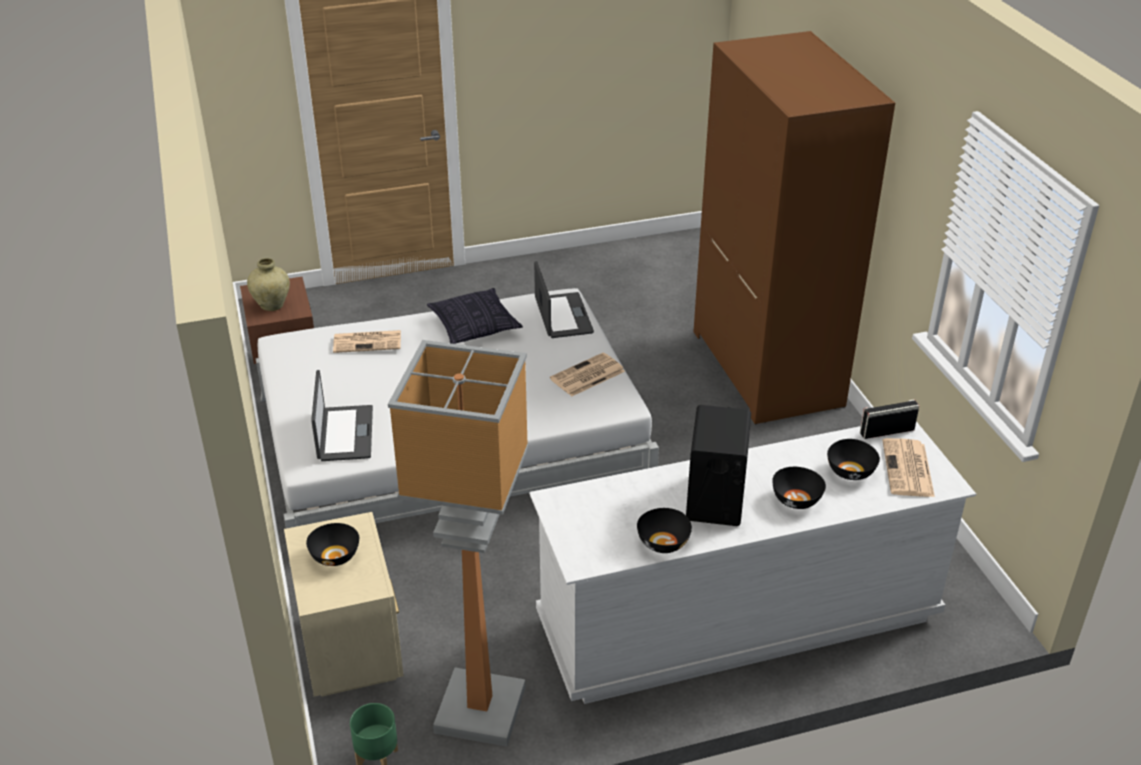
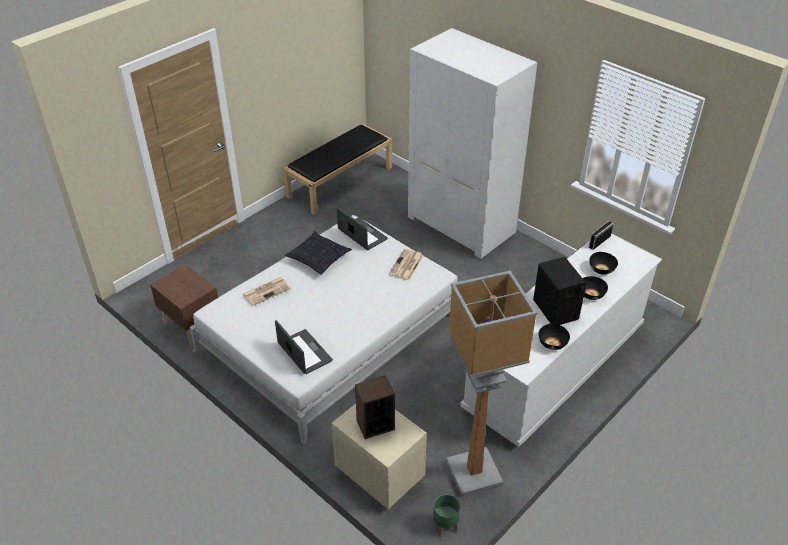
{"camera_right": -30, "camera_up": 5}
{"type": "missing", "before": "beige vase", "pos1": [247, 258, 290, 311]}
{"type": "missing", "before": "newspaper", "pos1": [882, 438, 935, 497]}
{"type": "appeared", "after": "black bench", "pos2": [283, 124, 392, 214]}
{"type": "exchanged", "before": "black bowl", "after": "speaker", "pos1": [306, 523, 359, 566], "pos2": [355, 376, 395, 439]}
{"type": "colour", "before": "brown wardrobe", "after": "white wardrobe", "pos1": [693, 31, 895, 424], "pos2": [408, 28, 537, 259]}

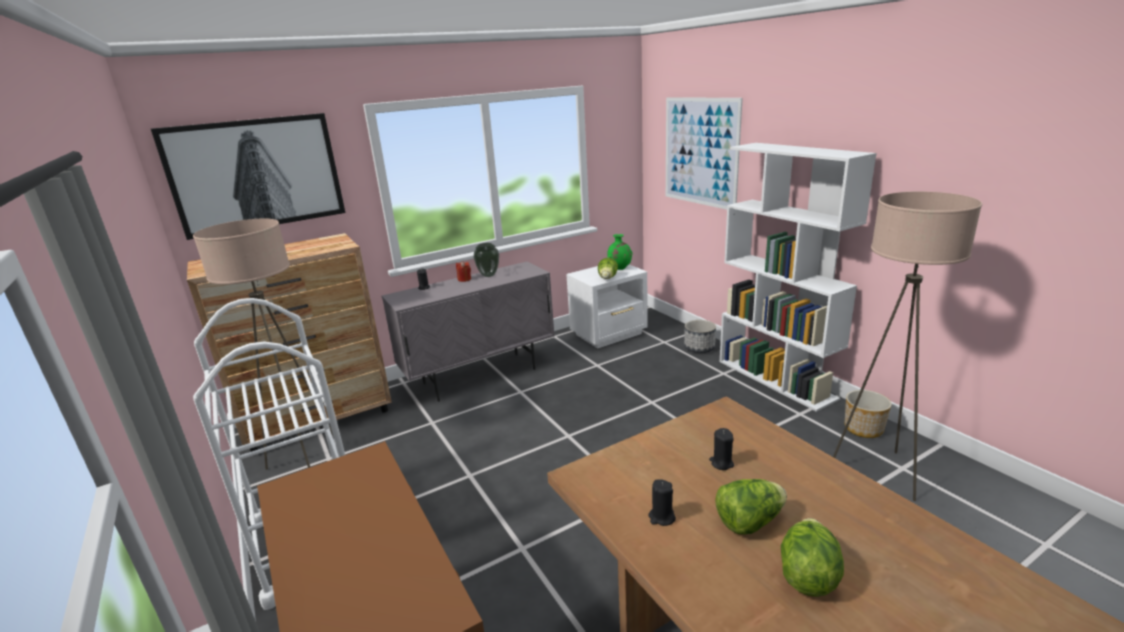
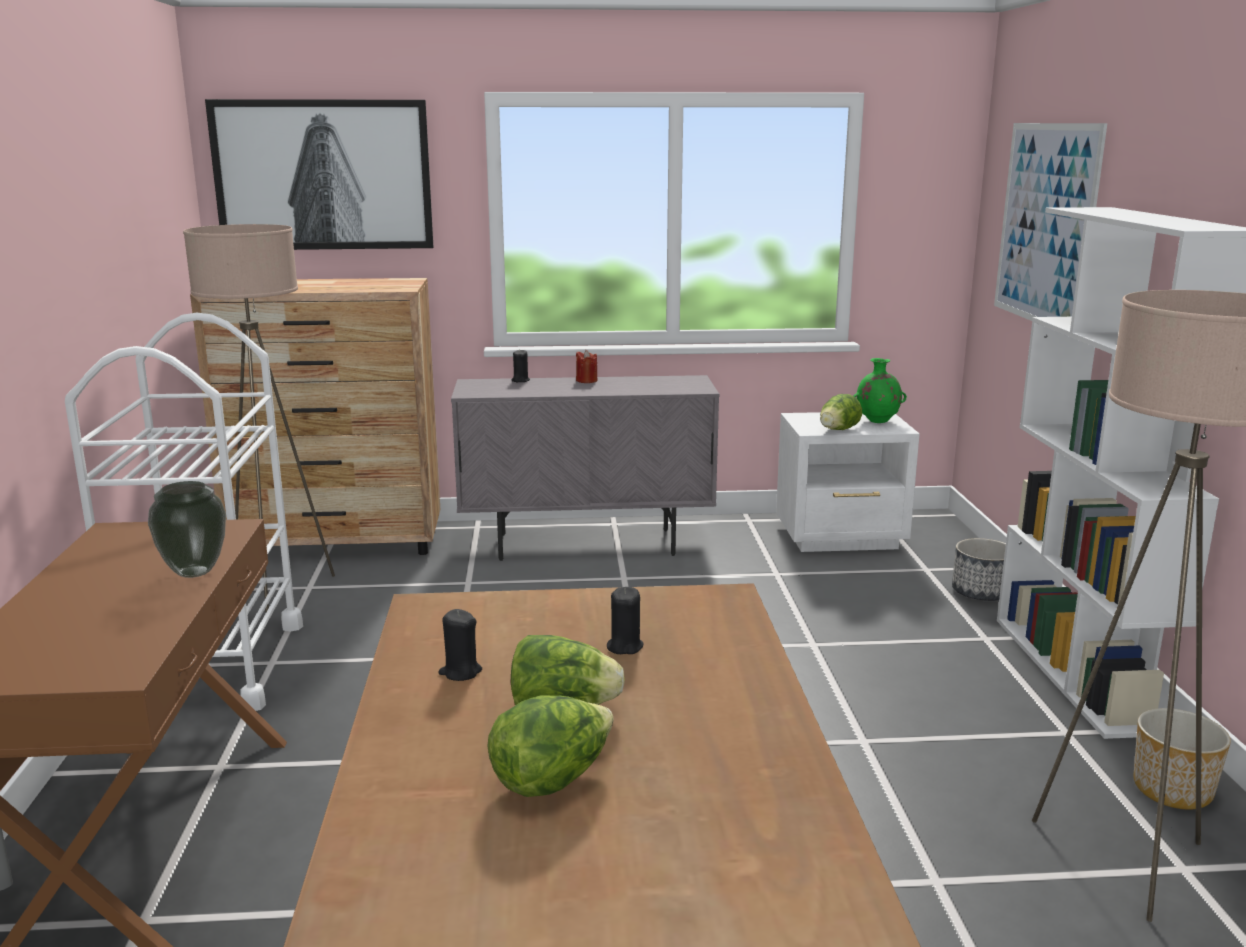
{"camera_right": 25, "camera_up": -5}
{"type": "relocated", "before": "vase", "pos1": [473, 243, 499, 277], "pos2": [148, 481, 226, 578]}

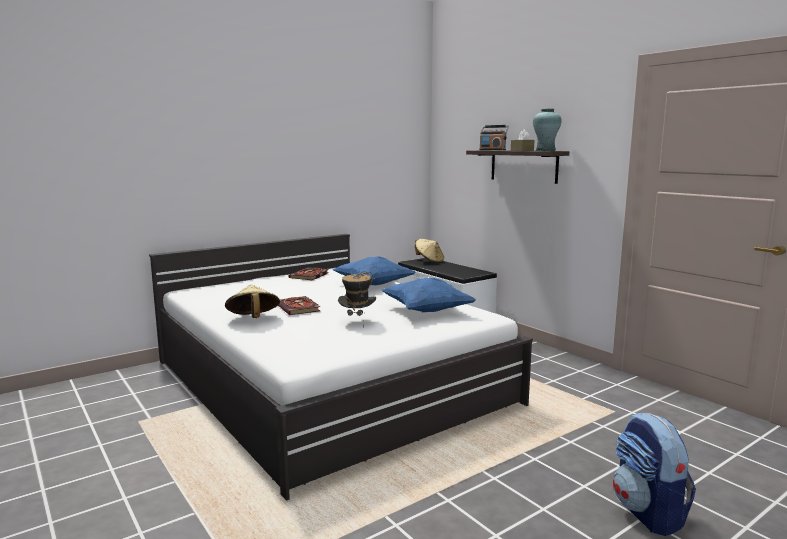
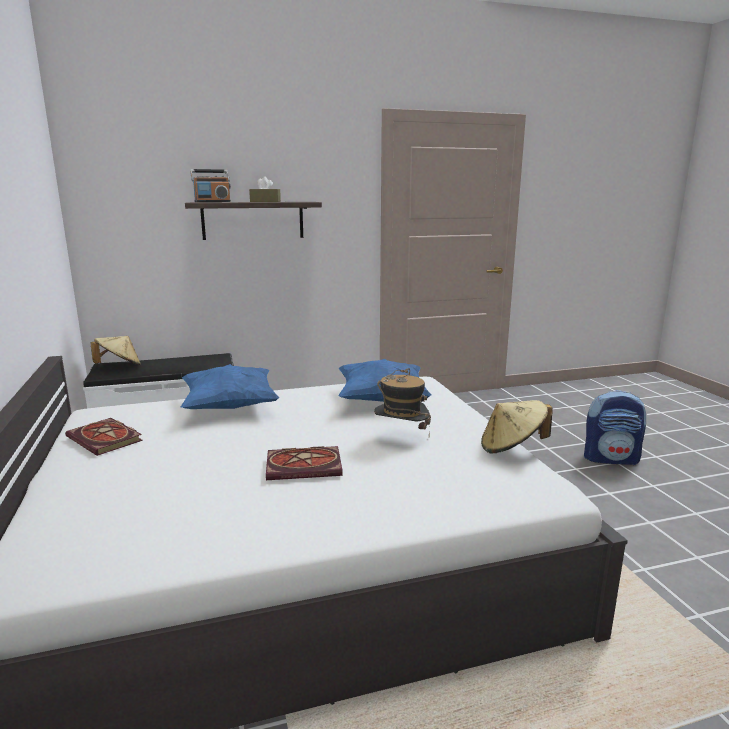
{"camera_right": -70, "camera_up": 5}
{"type": "missing", "before": "turquoise vase", "pos1": [533, 108, 562, 151]}
{"type": "relocated", "before": "beige hat", "pos1": [225, 285, 280, 318], "pos2": [481, 400, 553, 453]}

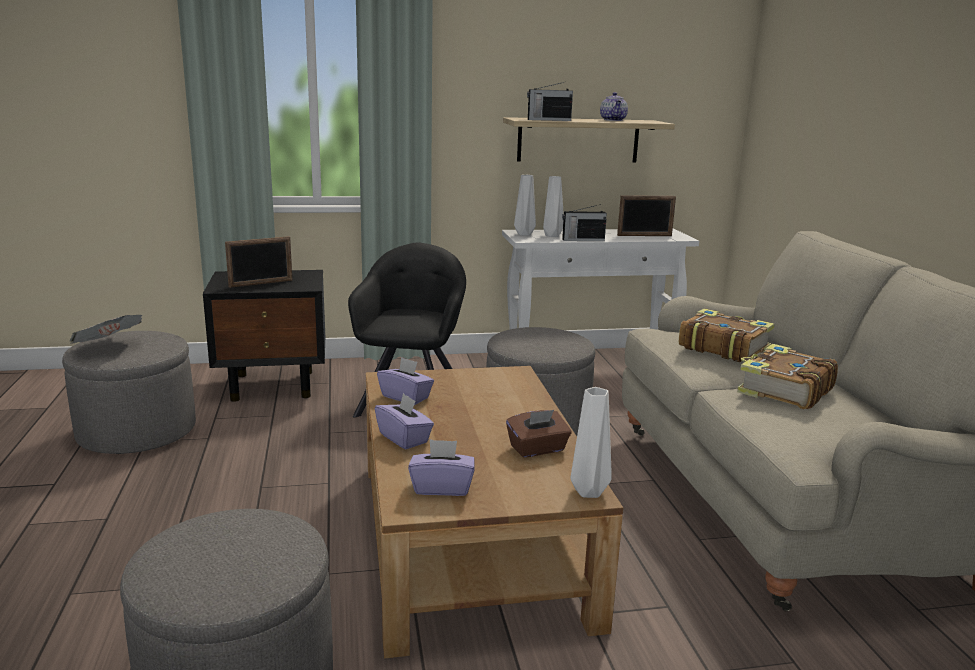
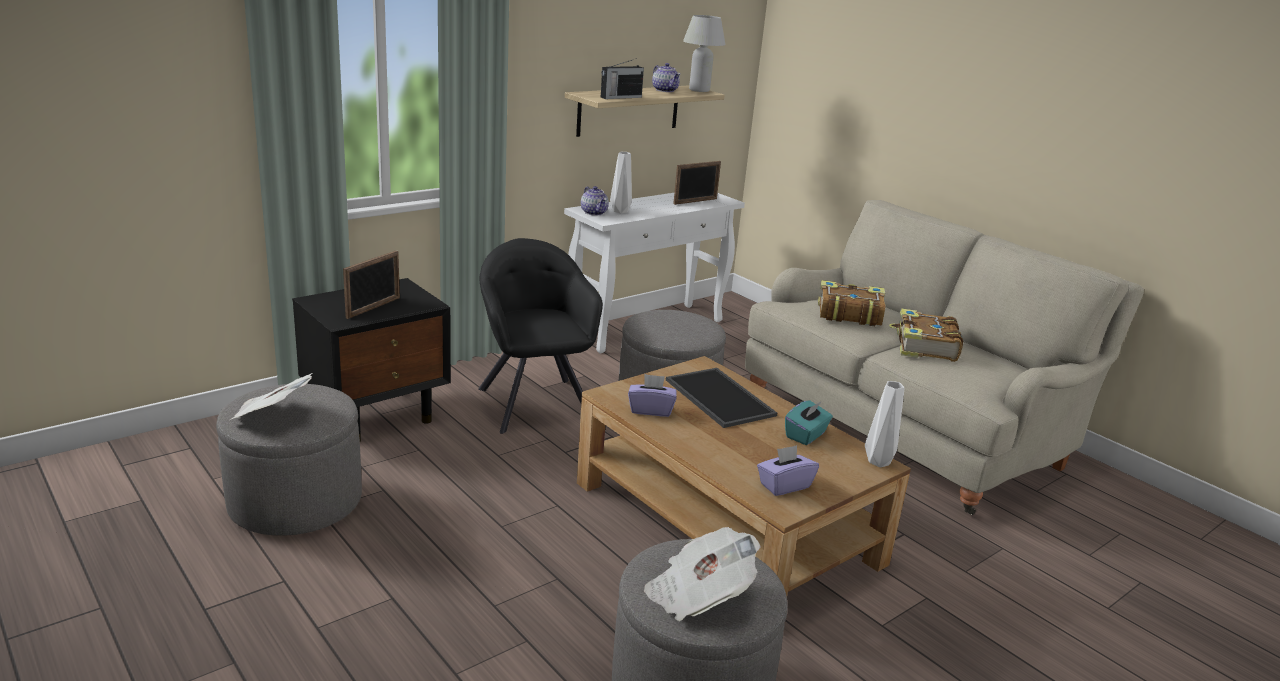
{"camera_right": -30, "camera_up": 5}
{"type": "missing", "before": "purple tissue box", "pos1": [375, 393, 434, 449]}
{"type": "missing", "before": "radio", "pos1": [562, 204, 607, 241]}
{"type": "appeared", "after": "newspaper", "pos2": [644, 527, 761, 621]}
{"type": "appeared", "after": "tray", "pos2": [666, 368, 777, 428]}
{"type": "appeared", "after": "white table lamp", "pos2": [683, 15, 726, 92]}
{"type": "exchanged", "before": "white vase", "after": "teapot", "pos1": [514, 175, 536, 236], "pos2": [581, 186, 609, 216]}
{"type": "colour", "before": "brown tissue box", "after": "turquoise tissue box", "pos1": [506, 410, 571, 458], "pos2": [785, 400, 833, 445]}

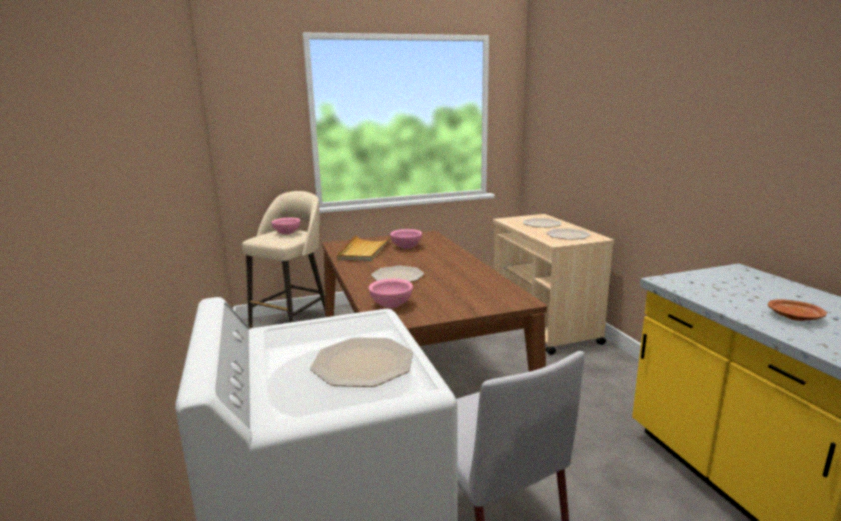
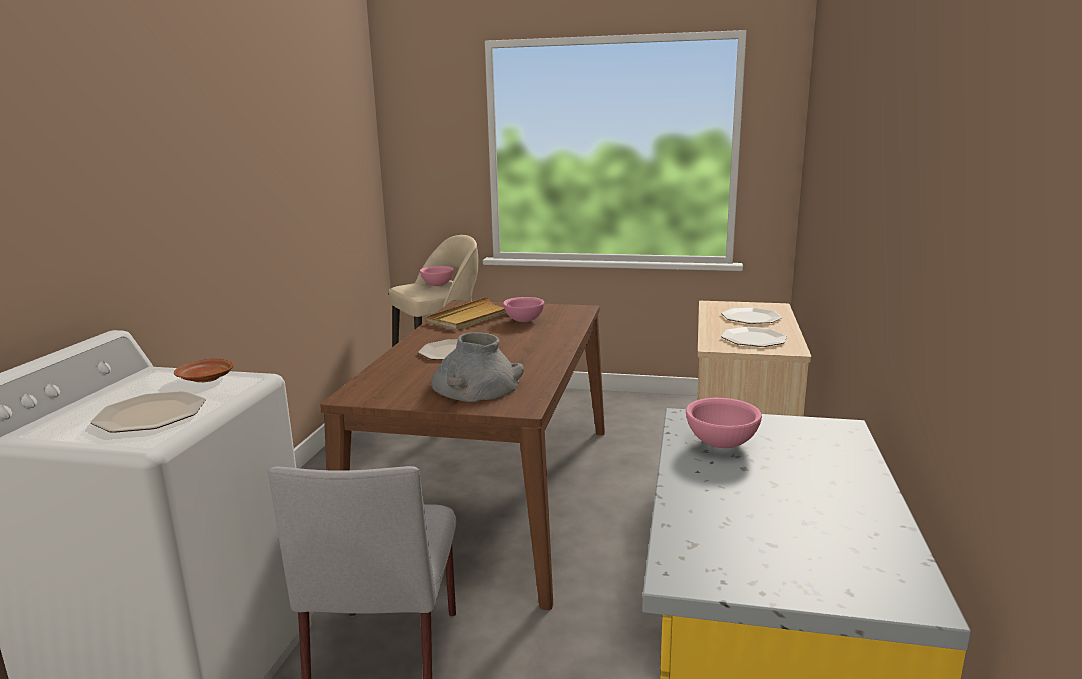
{"camera_right": 30, "camera_up": 0}
{"type": "appeared", "after": "grey vase", "pos2": [431, 332, 524, 402]}
{"type": "relocated", "before": "pink bowl", "pos1": [369, 279, 413, 308], "pos2": [686, 398, 762, 448]}
{"type": "relocated", "before": "brown plate", "pos1": [768, 300, 827, 321], "pos2": [174, 358, 234, 382]}

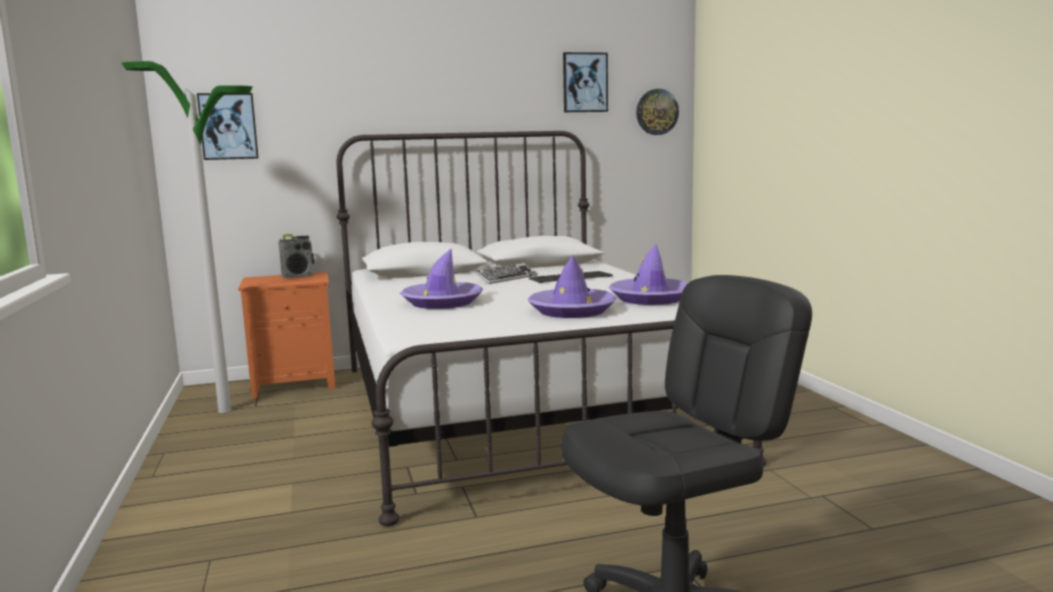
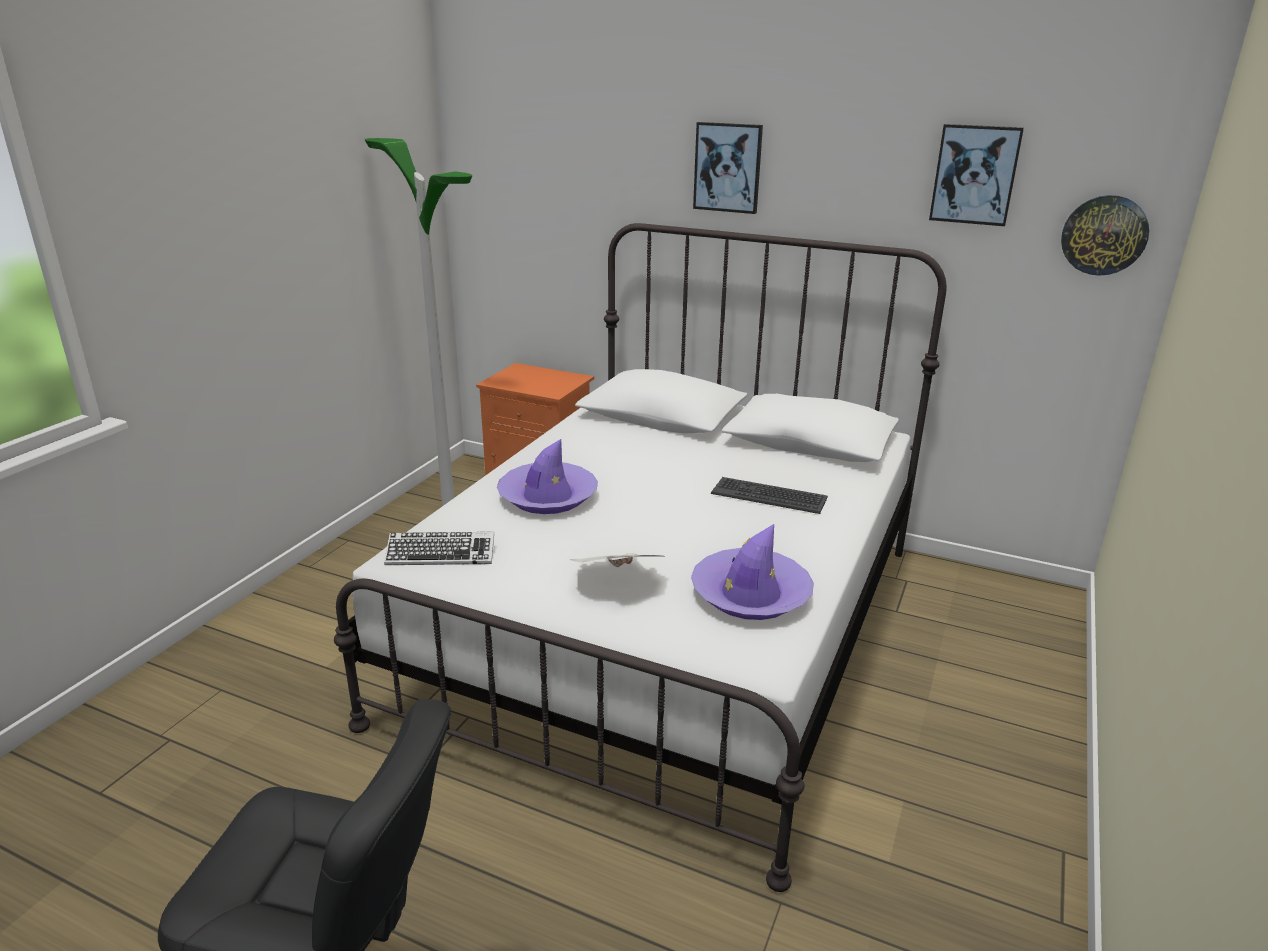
{"camera_right": 40, "camera_up": 15}
{"type": "missing", "before": "radio", "pos1": [279, 234, 314, 278]}
{"type": "relocated", "before": "picture", "pos1": [197, 93, 259, 160], "pos2": [693, 122, 763, 214]}
{"type": "relocated", "before": "keyboard", "pos1": [474, 263, 538, 284], "pos2": [384, 532, 494, 565]}
{"type": "exchanged", "before": "purple hat", "after": "newspaper", "pos1": [528, 256, 617, 318], "pos2": [570, 553, 665, 567]}

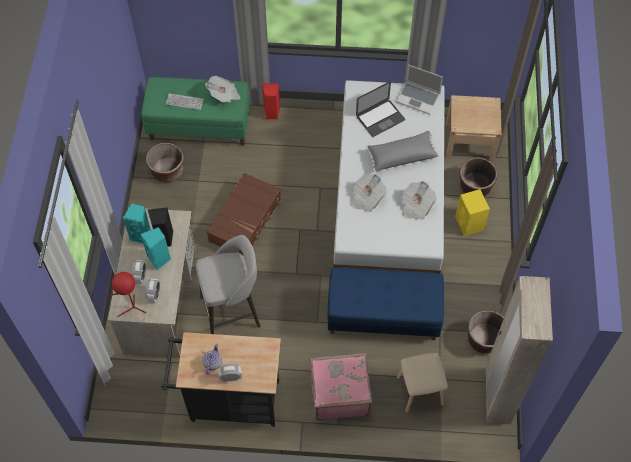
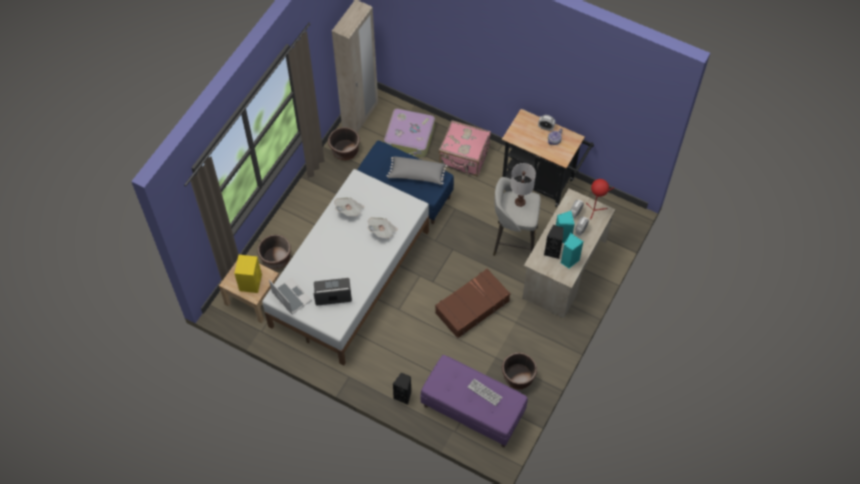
{"camera_right": -155, "camera_up": 0}
{"type": "missing", "before": "newspaper", "pos1": [205, 76, 240, 103]}
{"type": "appeared", "after": "white table lamp", "pos2": [510, 163, 536, 207]}
{"type": "relocated", "before": "grey pillow", "pos1": [366, 131, 440, 171], "pos2": [386, 156, 447, 185]}
{"type": "relocated", "before": "yellow speaker", "pos1": [455, 189, 490, 236], "pos2": [234, 255, 262, 293]}
{"type": "exchanged", "before": "beige stool", "after": "suitcase", "pos1": [397, 353, 448, 413], "pos2": [384, 109, 435, 157]}
{"type": "colour", "before": "green bench", "after": "purple bench", "pos1": [141, 77, 250, 145], "pos2": [421, 355, 528, 447]}
{"type": "colour", "before": "red speaker", "after": "black speaker", "pos1": [262, 83, 280, 120], "pos2": [393, 373, 412, 405]}

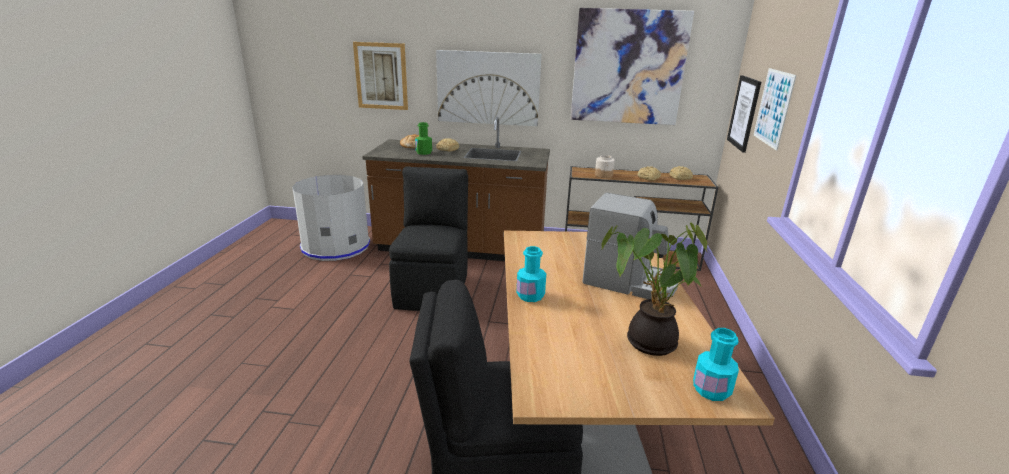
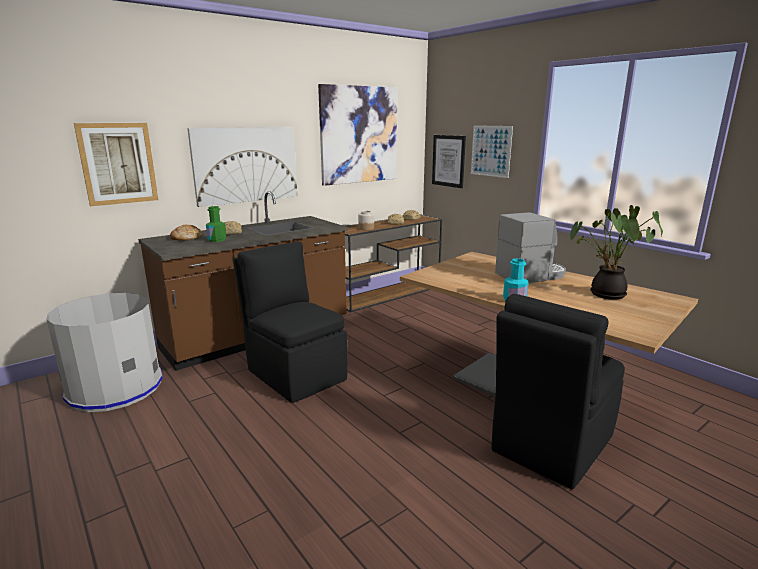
{"camera_right": -45, "camera_up": -5}
{"type": "missing", "before": "turquoise bottle", "pos1": [693, 328, 739, 401]}

